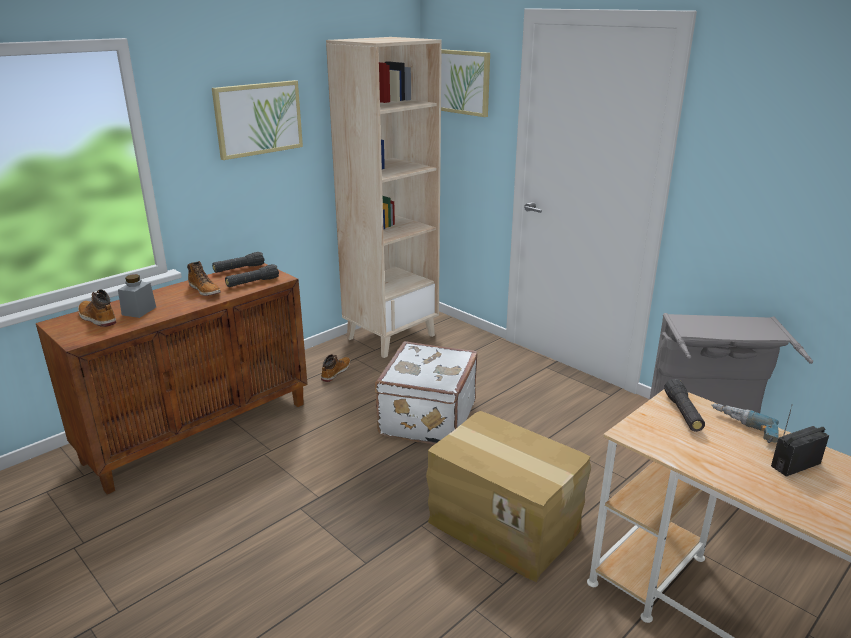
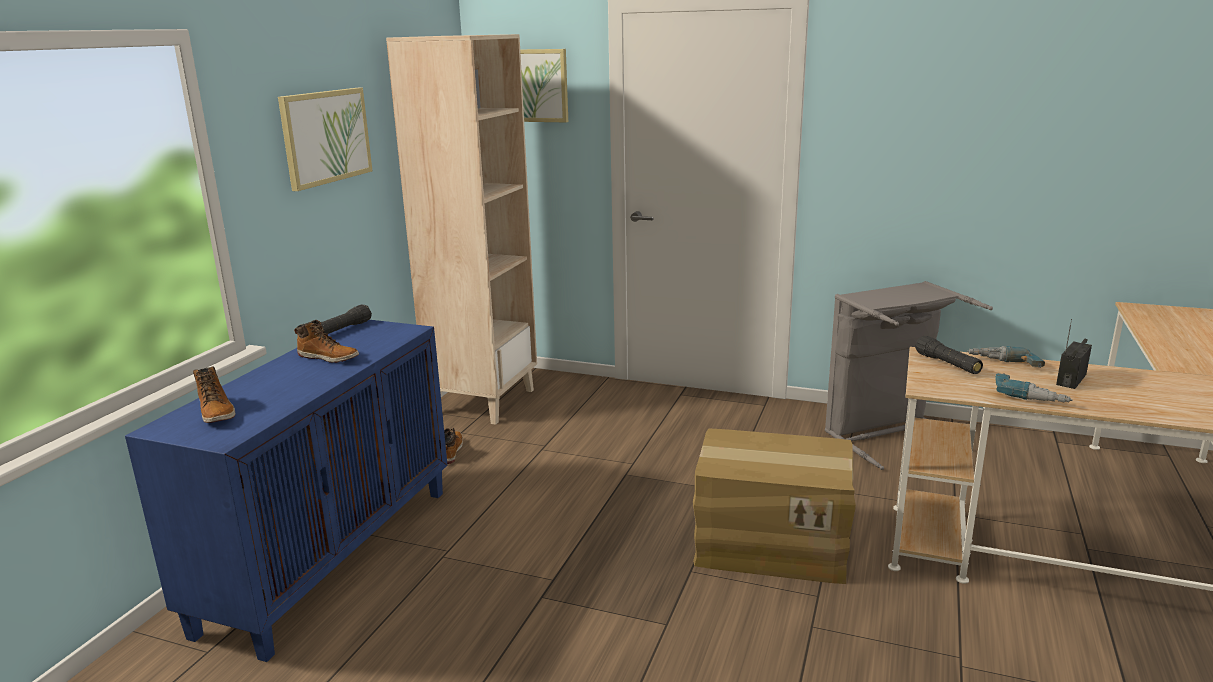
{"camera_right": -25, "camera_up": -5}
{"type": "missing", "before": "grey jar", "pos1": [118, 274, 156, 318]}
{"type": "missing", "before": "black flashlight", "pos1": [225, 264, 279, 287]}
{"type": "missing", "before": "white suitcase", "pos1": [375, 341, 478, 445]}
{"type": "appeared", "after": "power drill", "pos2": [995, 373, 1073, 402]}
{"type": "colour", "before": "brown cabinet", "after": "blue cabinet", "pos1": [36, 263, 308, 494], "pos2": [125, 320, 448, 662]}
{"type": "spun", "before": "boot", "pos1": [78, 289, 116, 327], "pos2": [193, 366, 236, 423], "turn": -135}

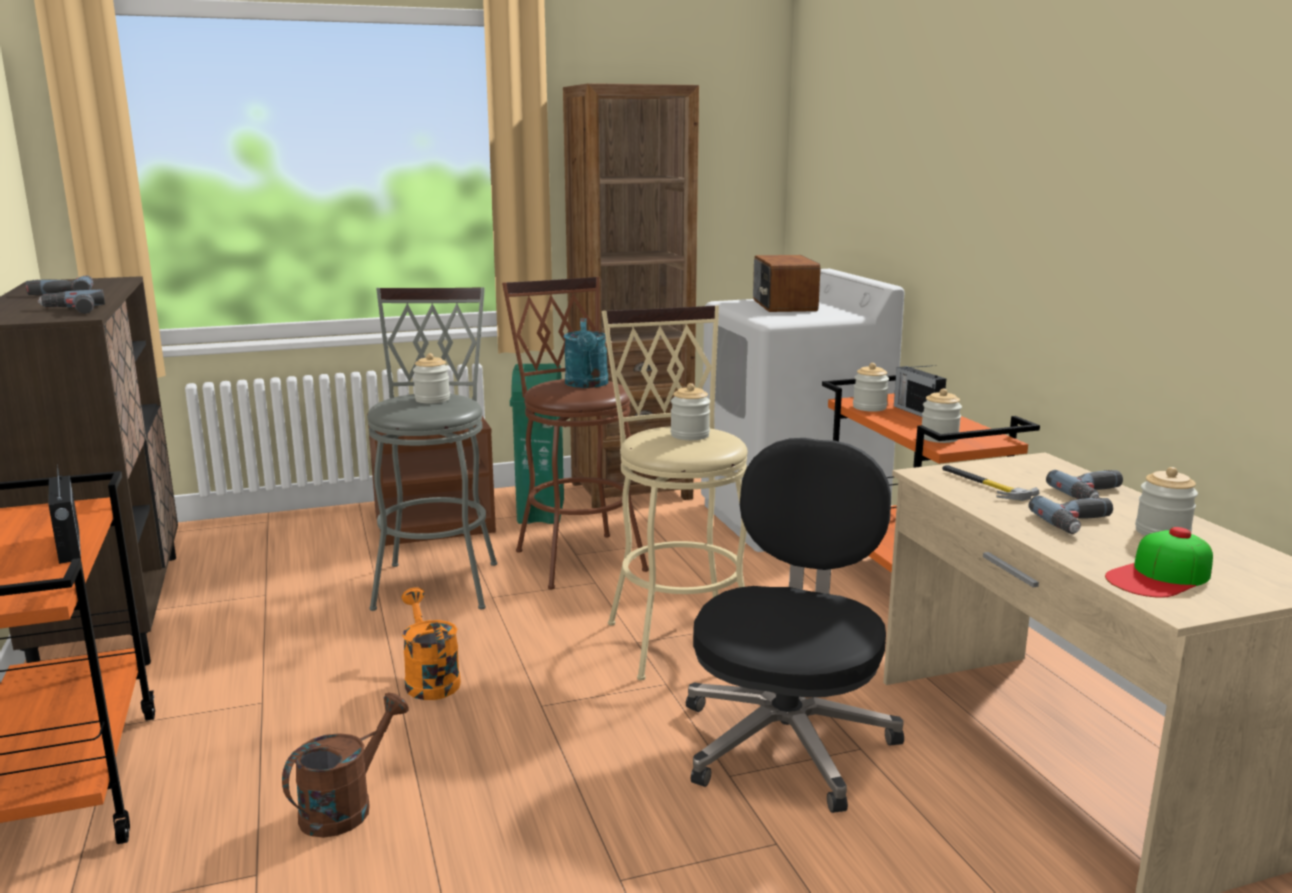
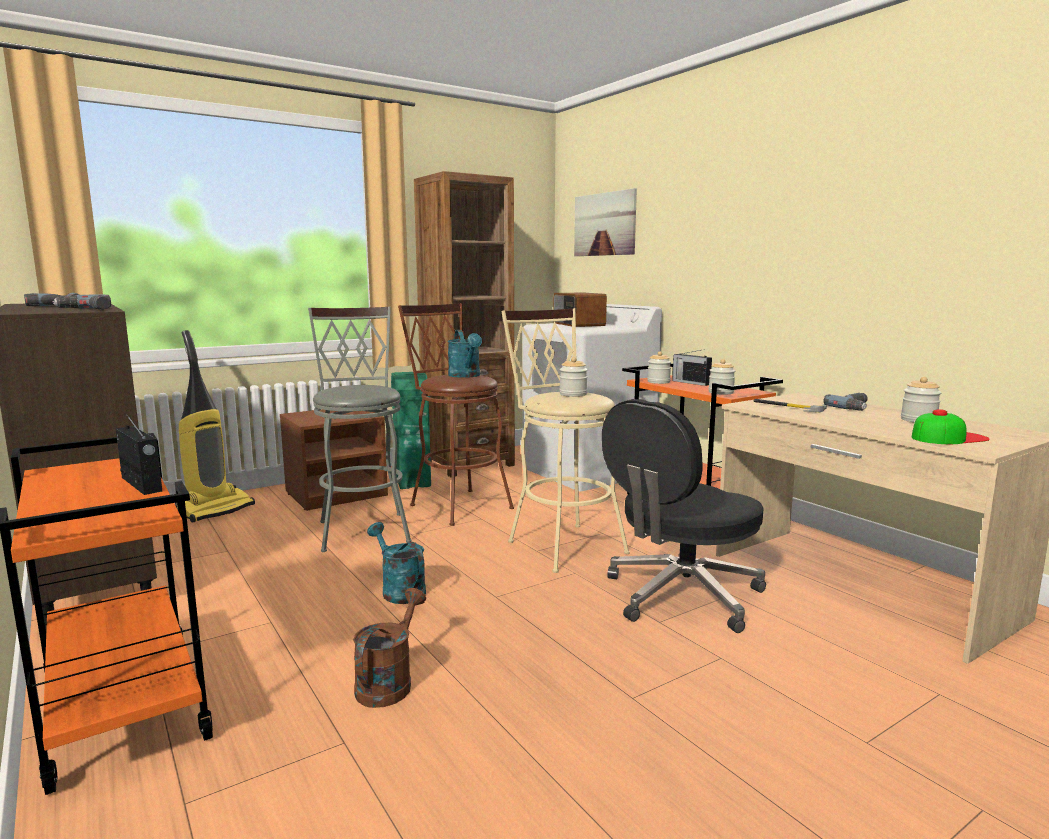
{"camera_right": -15, "camera_up": -5}
{"type": "missing", "before": "jar", "pos1": [413, 353, 450, 404]}
{"type": "missing", "before": "power drill", "pos1": [1028, 495, 1113, 534]}
{"type": "appeared", "after": "vacuum cleaner", "pos2": [175, 330, 255, 523]}
{"type": "appeared", "after": "picture", "pos2": [574, 188, 637, 256]}
{"type": "colour", "before": "orange watering can", "after": "turquoise watering can", "pos1": [401, 587, 461, 700], "pos2": [367, 522, 426, 604]}
{"type": "spun", "before": "black office chair", "pos1": [686, 438, 904, 813], "pos2": [602, 399, 766, 633], "turn": -135}
{"type": "spun", "before": "cap", "pos1": [1105, 527, 1213, 598], "pos2": [911, 409, 990, 444], "turn": -150}

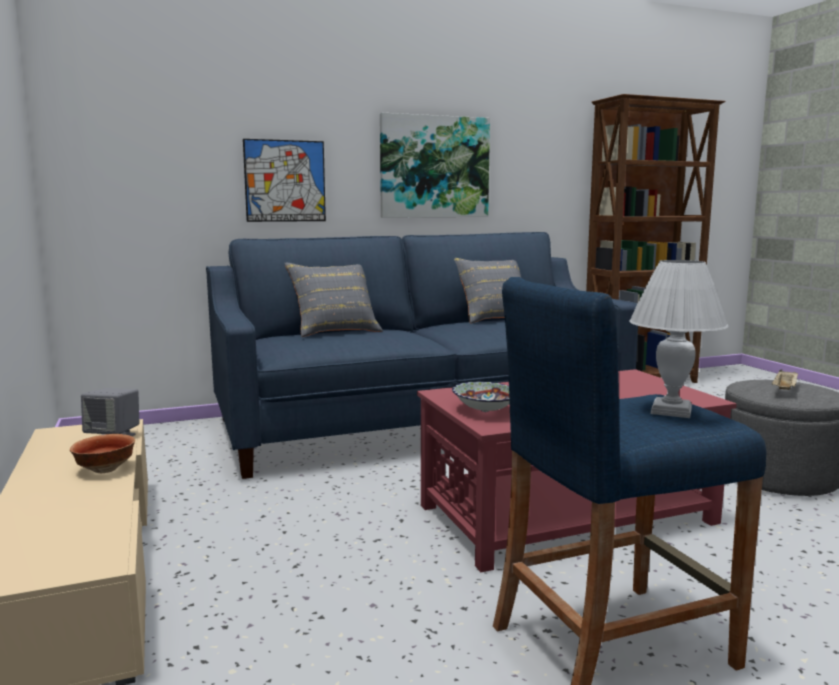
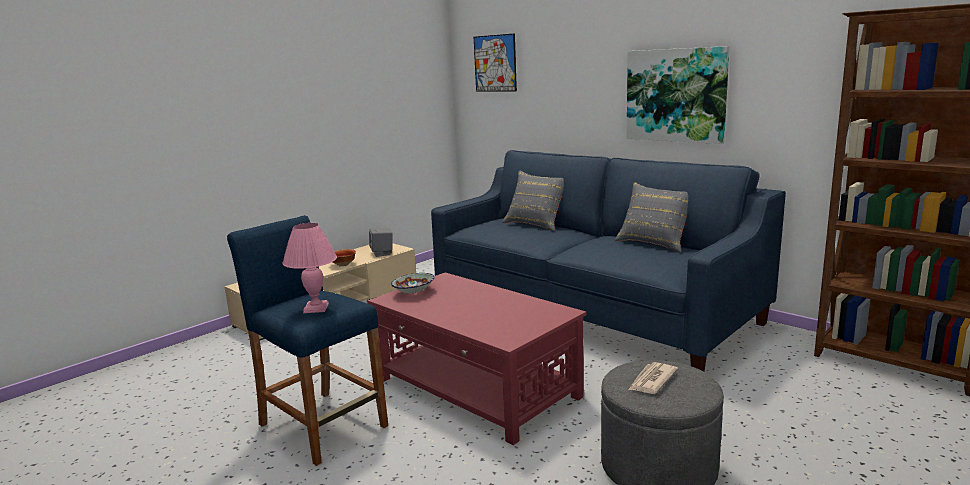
{"camera_right": 65, "camera_up": 5}
{"type": "relocated", "before": "picture", "pos1": [243, 139, 326, 222], "pos2": [474, 33, 517, 92]}
{"type": "exchanged", "before": "beige tray", "after": "newspaper", "pos1": [772, 369, 798, 390], "pos2": [629, 362, 678, 394]}
{"type": "colour", "before": "white table lamp", "after": "pink table lamp", "pos1": [629, 260, 729, 418], "pos2": [282, 223, 337, 313]}

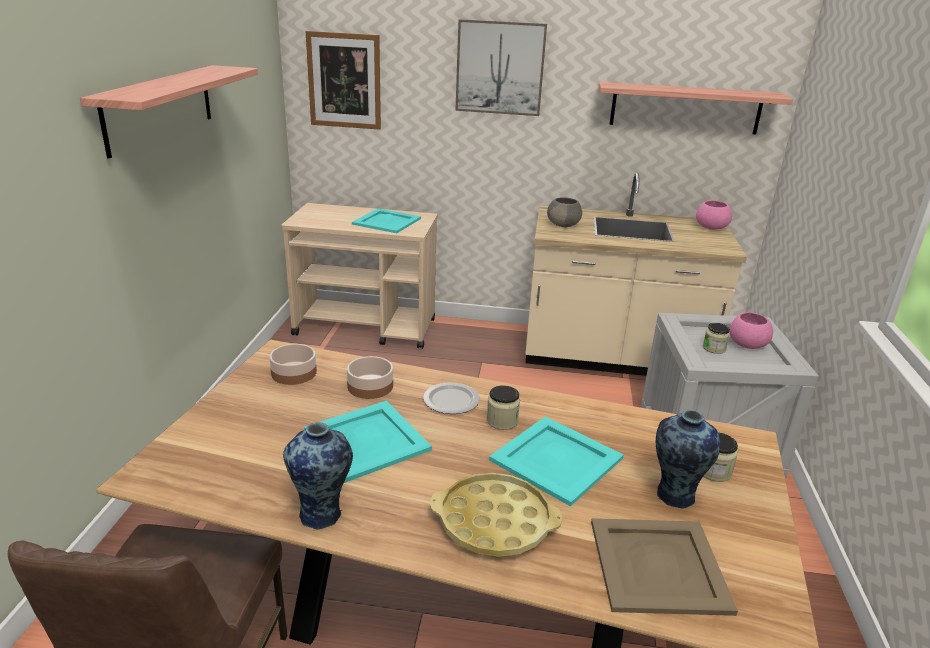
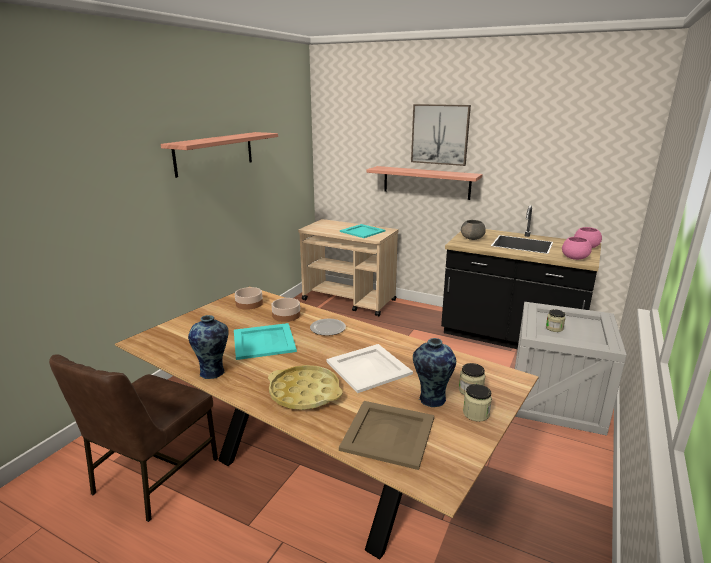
{"camera_right": 20, "camera_up": -5}
{"type": "missing", "before": "picture", "pos1": [305, 31, 381, 130]}
{"type": "relocated", "before": "jar", "pos1": [486, 385, 520, 430], "pos2": [463, 384, 492, 422]}
{"type": "relocated", "before": "shelf", "pos1": [599, 82, 793, 135], "pos2": [366, 166, 482, 200]}
{"type": "relocated", "before": "pink bowl", "pos1": [729, 312, 773, 349], "pos2": [562, 237, 592, 260]}
{"type": "colour", "before": "turquoise tray", "after": "white tray", "pos1": [489, 416, 624, 506], "pos2": [326, 344, 413, 393]}
{"type": "colour", "before": "beige counter", "after": "black counter", "pos1": [525, 173, 747, 376], "pos2": [441, 205, 601, 349]}

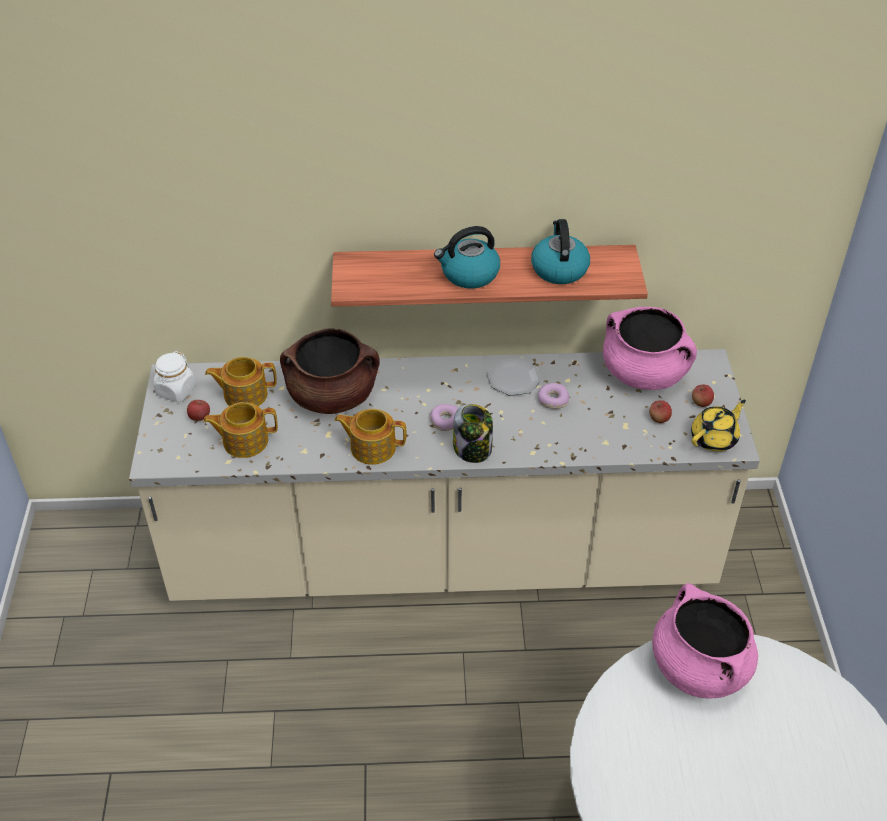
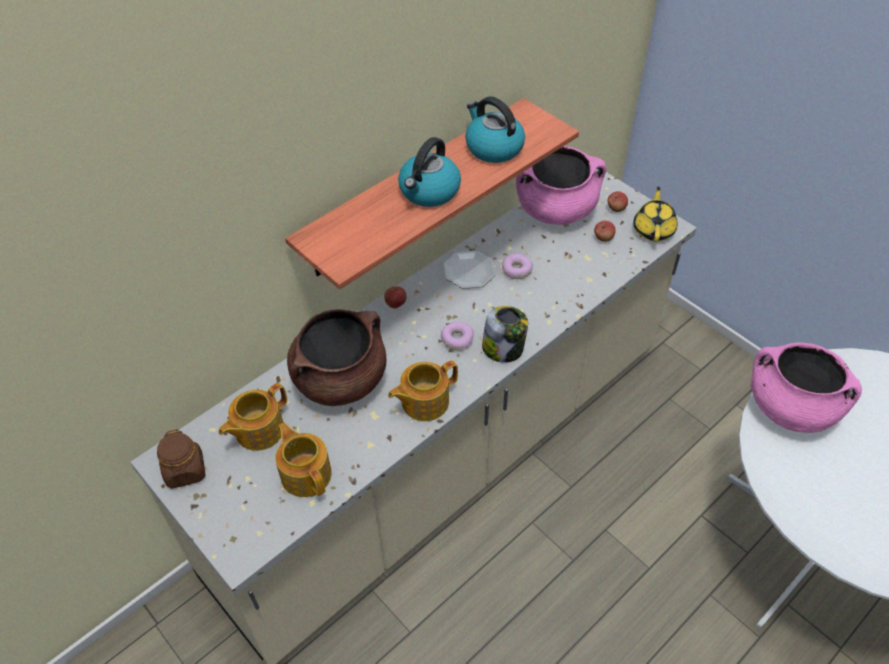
{"camera_right": -40, "camera_up": 5}
{"type": "relocated", "before": "apple", "pos1": [187, 400, 210, 421], "pos2": [384, 286, 406, 308]}
{"type": "colour", "before": "white jar", "after": "brown jar", "pos1": [153, 351, 196, 402], "pos2": [157, 429, 206, 489]}
{"type": "spun", "before": "teapot", "pos1": [203, 402, 278, 458], "pos2": [275, 422, 332, 497], "turn": 105}

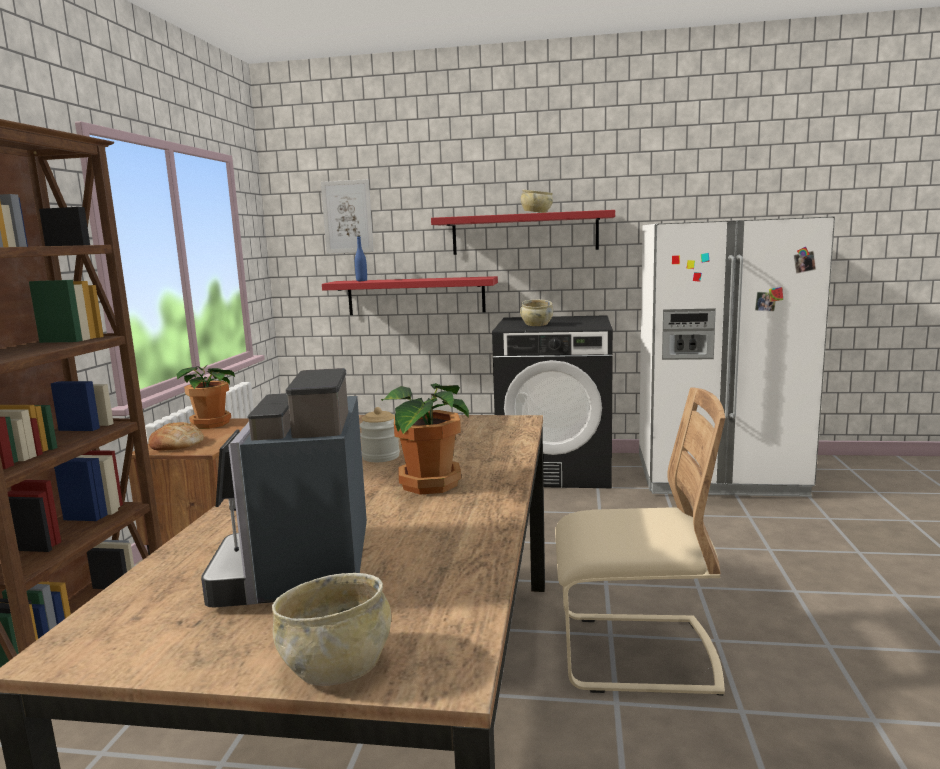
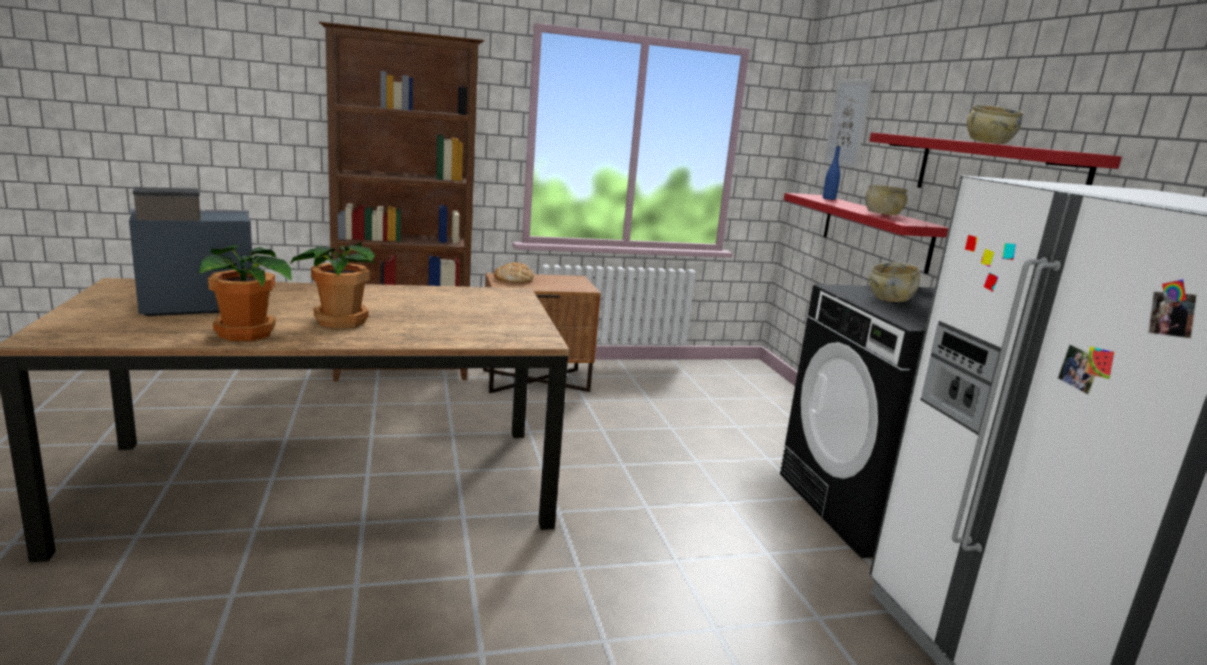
{"camera_right": 65, "camera_up": 5}
{"type": "missing", "before": "jar", "pos1": [360, 407, 400, 462]}
{"type": "missing", "before": "beige chair", "pos1": [555, 388, 725, 696]}
{"type": "relocated", "before": "potted plant", "pos1": [177, 364, 235, 429], "pos2": [198, 245, 292, 341]}
{"type": "relocated", "before": "beige bowl", "pos1": [272, 573, 391, 686], "pos2": [865, 185, 908, 215]}

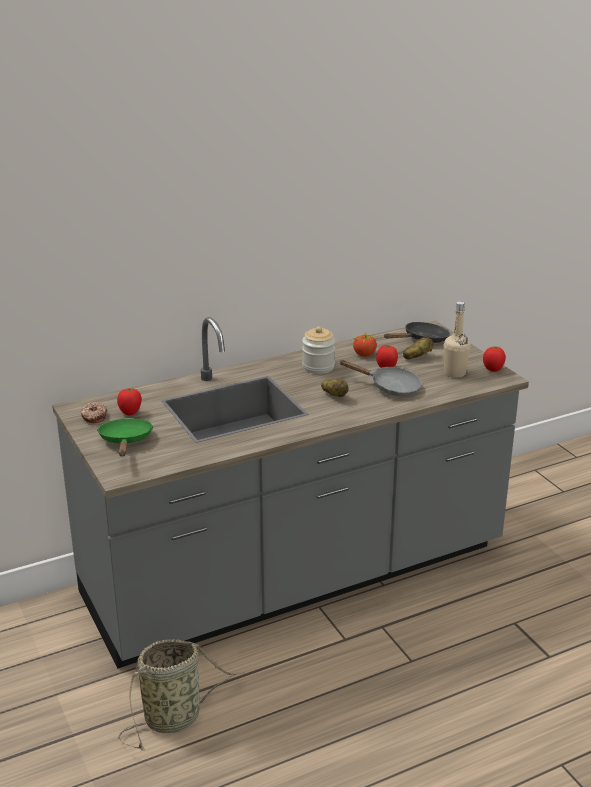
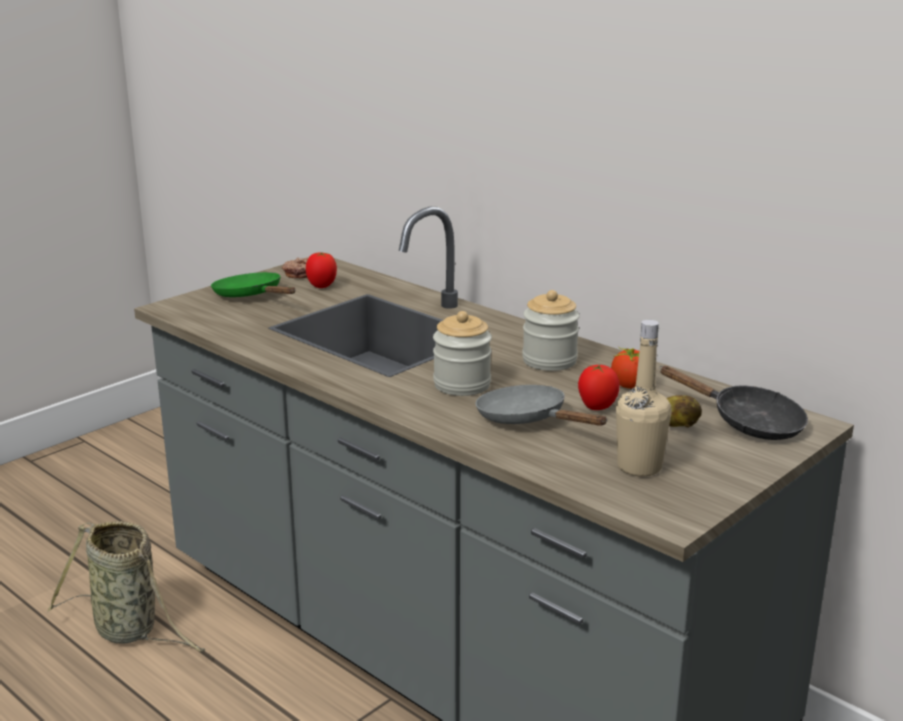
{"camera_right": 70, "camera_up": -5}
{"type": "missing", "before": "tomato", "pos1": [483, 346, 506, 372]}
{"type": "exchanged", "before": "potato", "after": "jar", "pos1": [321, 379, 349, 397], "pos2": [433, 311, 492, 396]}
{"type": "spun", "before": "green frying pan", "pos1": [97, 418, 154, 456], "pos2": [211, 272, 295, 297], "turn": -105}
{"type": "spun", "before": "grey frying pan", "pos1": [339, 360, 422, 396], "pos2": [475, 385, 607, 426], "turn": 135}

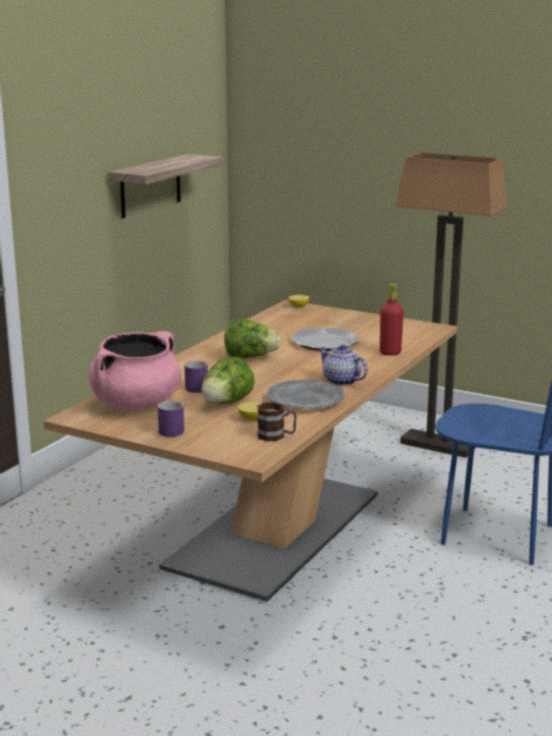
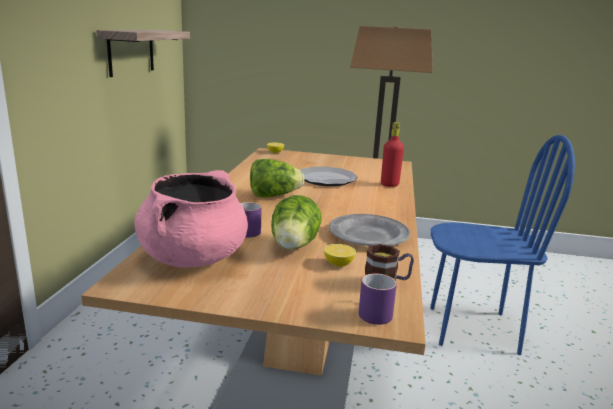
{"camera_right": -20, "camera_up": 0}
{"type": "missing", "before": "teapot", "pos1": [318, 345, 368, 386]}
{"type": "relocated", "before": "purple mug", "pos1": [158, 401, 184, 437], "pos2": [358, 273, 397, 325]}

